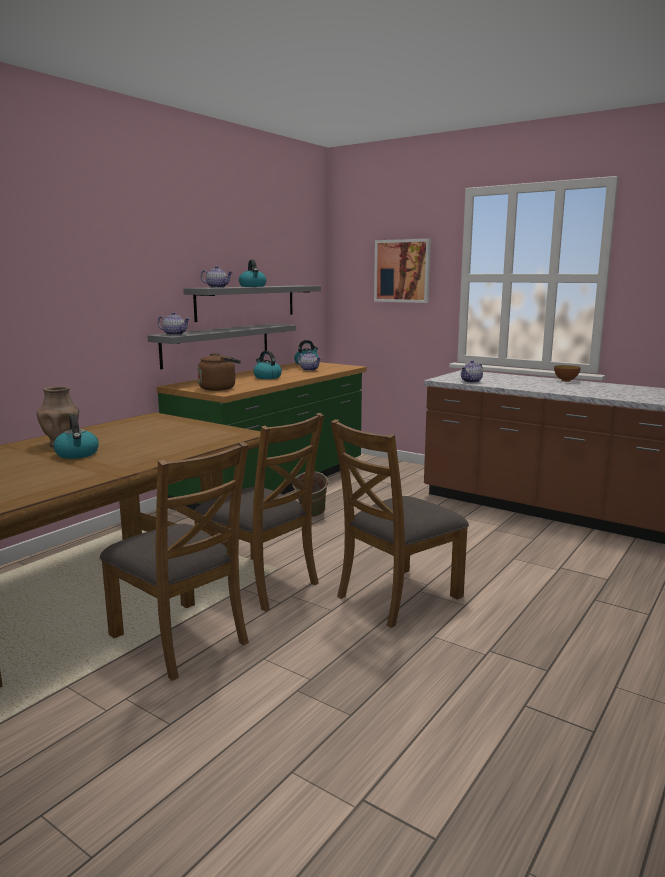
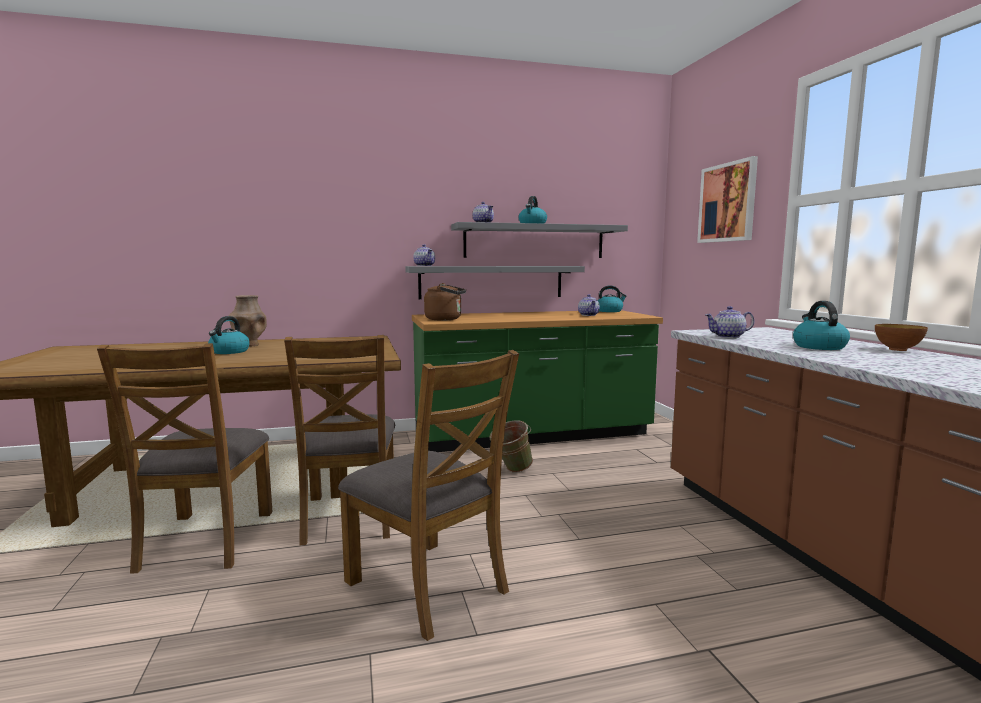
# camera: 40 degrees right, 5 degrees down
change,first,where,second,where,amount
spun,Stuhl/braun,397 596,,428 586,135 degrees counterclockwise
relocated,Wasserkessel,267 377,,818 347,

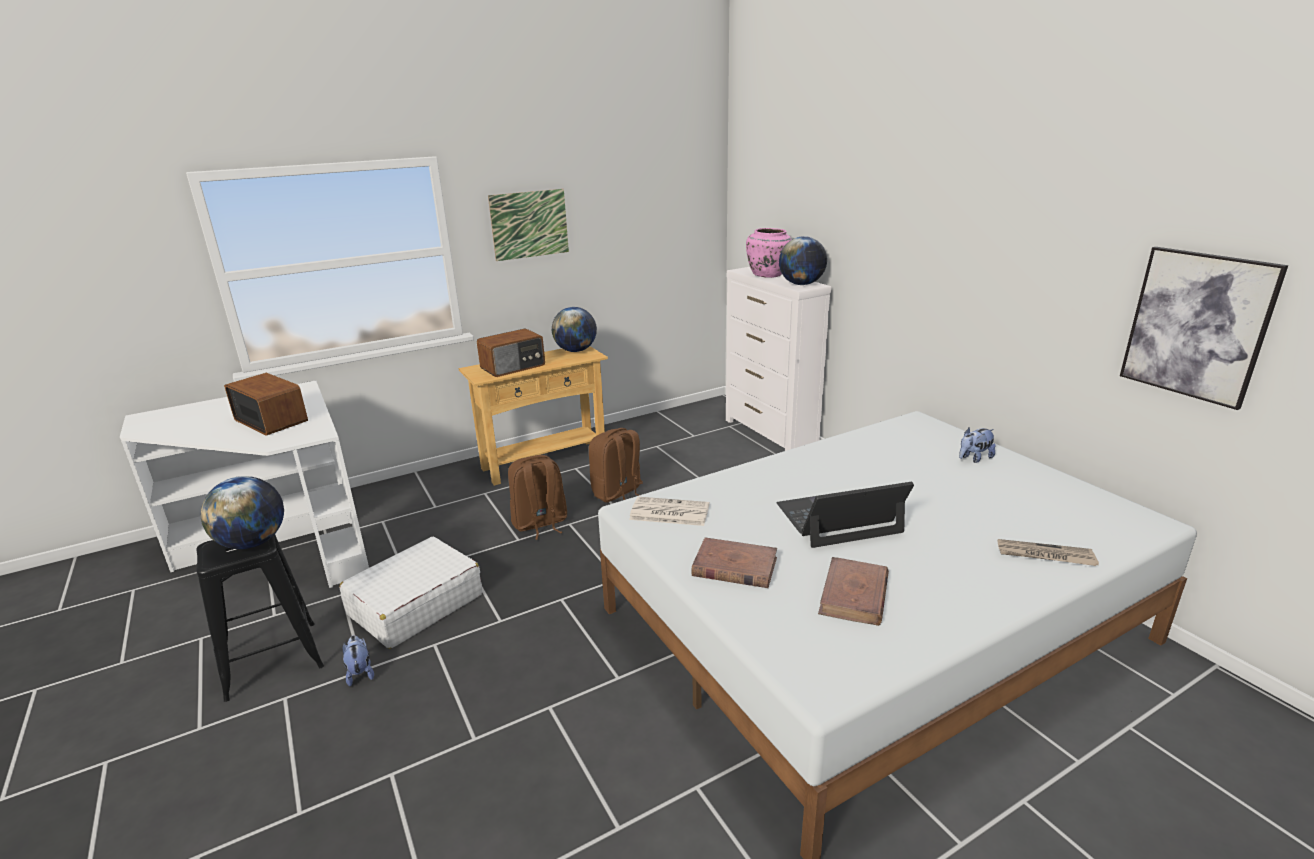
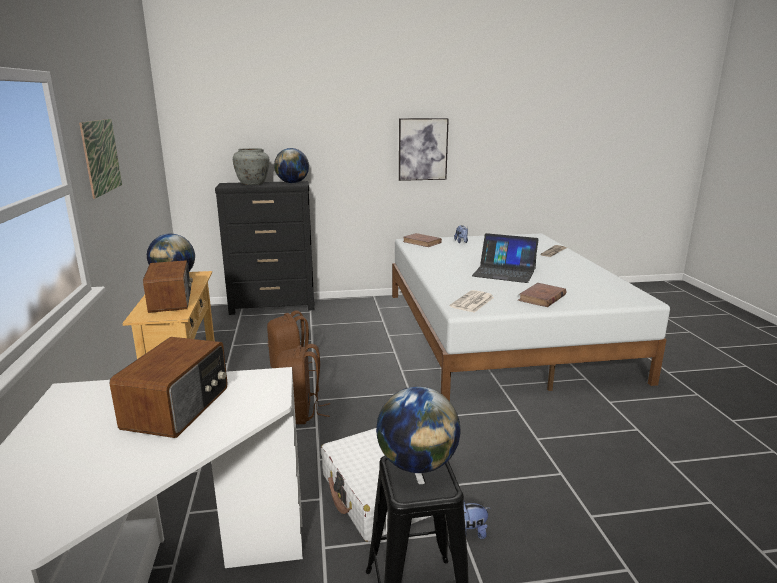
# camera: 70 degrees left, 5 degrees down
change,first,where,second,where,amount
spun,Radio,272 420,,179 408,135 degrees clockwise
colour,Kommode/weiß,770 434,Kommode/schwarz,273 307,
colour,Vase/rosa,768 275,Vase/grau,253 184,
relocated,Bild,1197 325,,422 149,
relocated,Buch/braun,854 595,,422 242,
spun,Laptop,838 518,,504 272,75 degrees counterclockwise

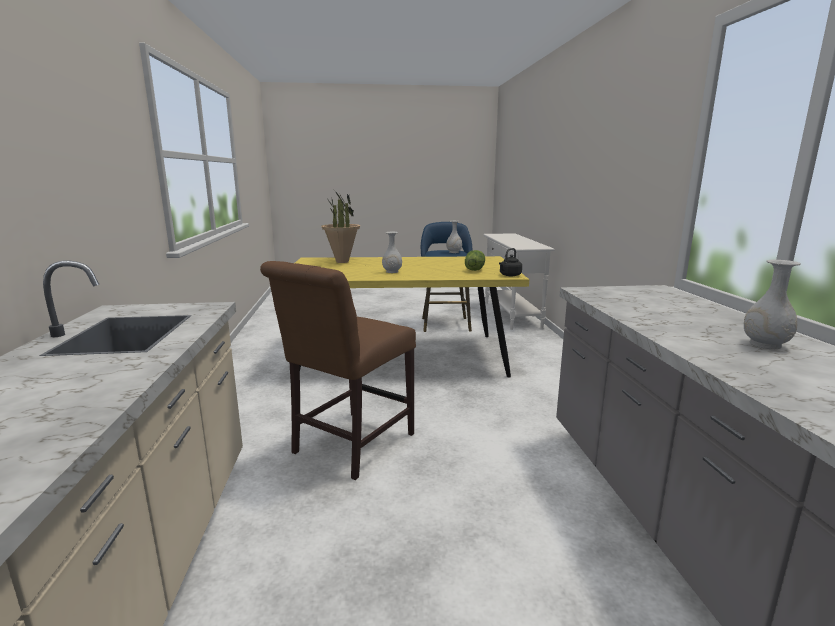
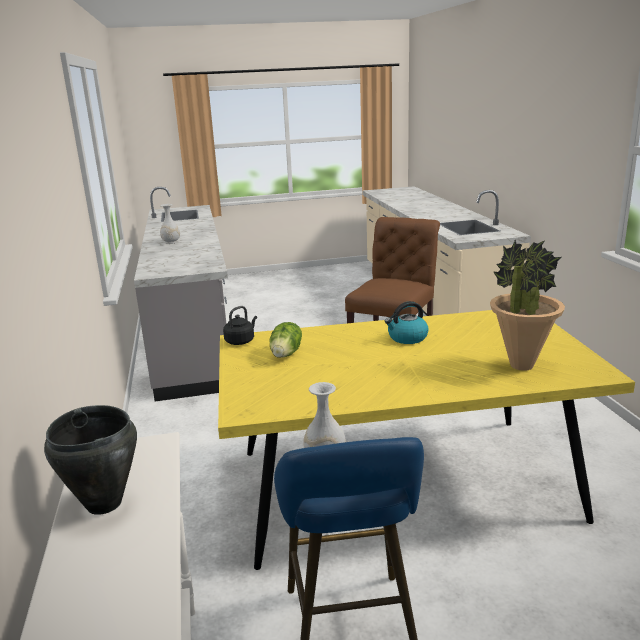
# camera: 175 degrees right, 5 degrees up
change,first,where,second,where,amount
appeared,,,Kochtopf/schwarz,103 504,
exchanged,Vase/weiß,392 271,Wasserkessel,407 338,

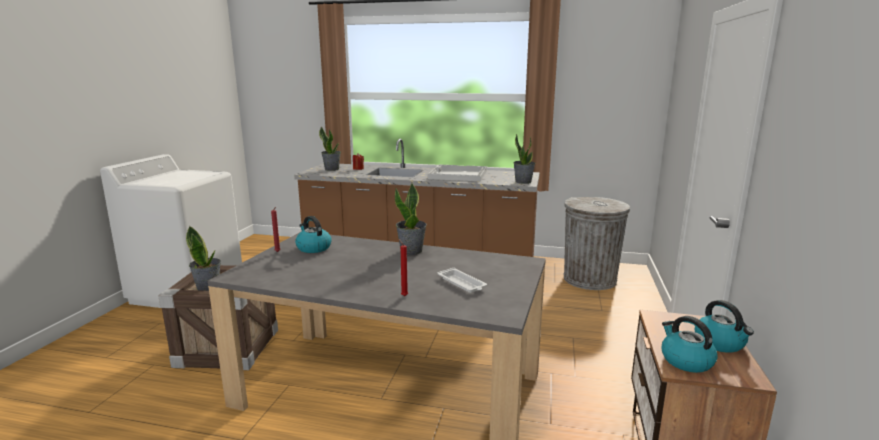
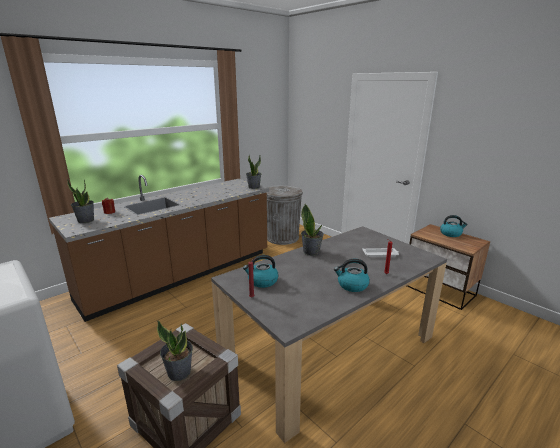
# camera: 55 degrees left, 5 degrees up
change,first,where,second,where,amount
relocated,Wasserkessel,685 361,,352 285,
missing,Tablett/weiß,457 175,,,

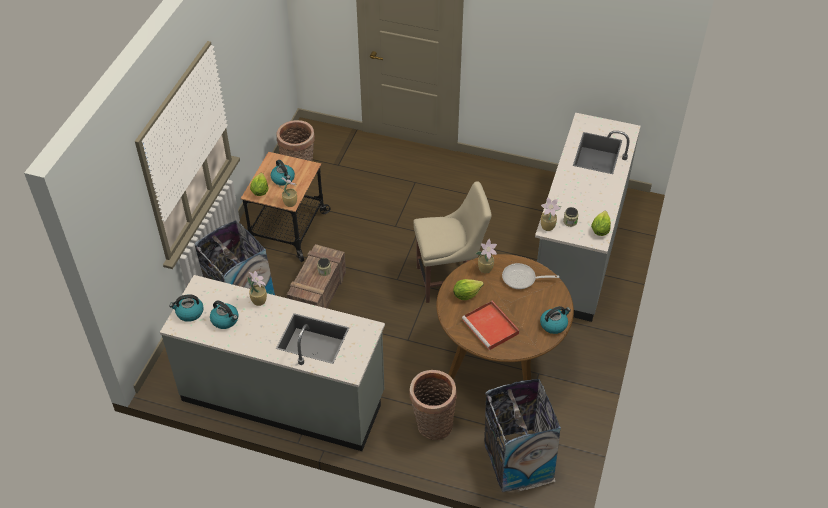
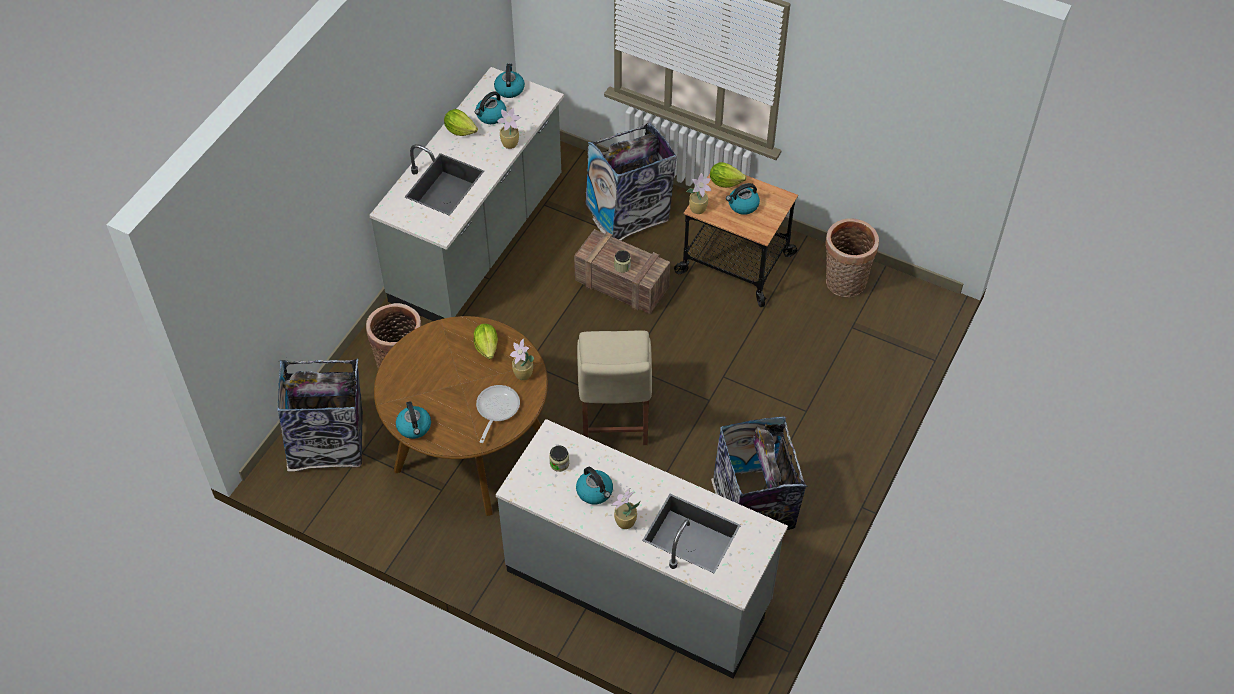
# camera: 100 degrees right, 5 degrees up
change,first,where,second,where,amount
relocated,Salatkopf,600 230,,460 130,
appeared,,,Wasserkessel,595 492,
relocated,Topfpflanze,548 227,,624 522,
appeared,,,Mülleimer,754 508,
missing,Tablett/rot,491 327,,,

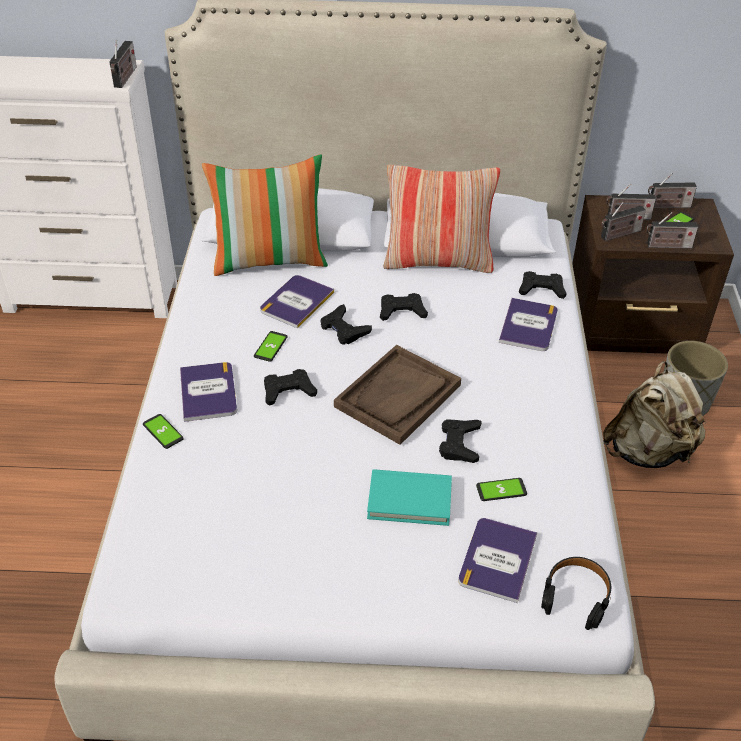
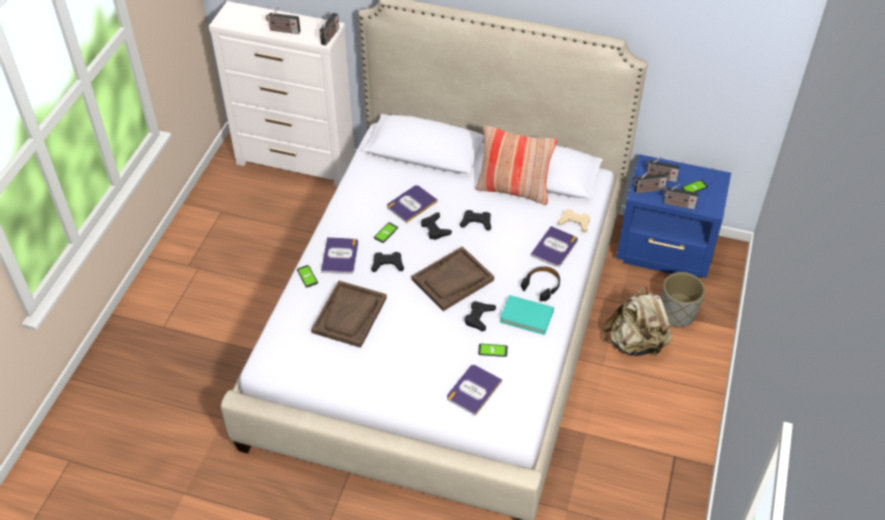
# camera: 15 degrees right, 5 degrees up
change,first,where,second,where,amount
relocated,Radio,667 206,,283 31,
appeared,,,Tablett/braun,349 315,
relocated,Buch/türkis,409 500,,526 316,
relocated,Kopfhörer/schwarz,576 595,,542 285,
colour,Gamepad/schwarz,541 289,Gamepad/beige,574 223,
colour,Nachttisch/braun,633 328,Nachttisch/blau,665 253,
missing,Kissen,270 260,,,

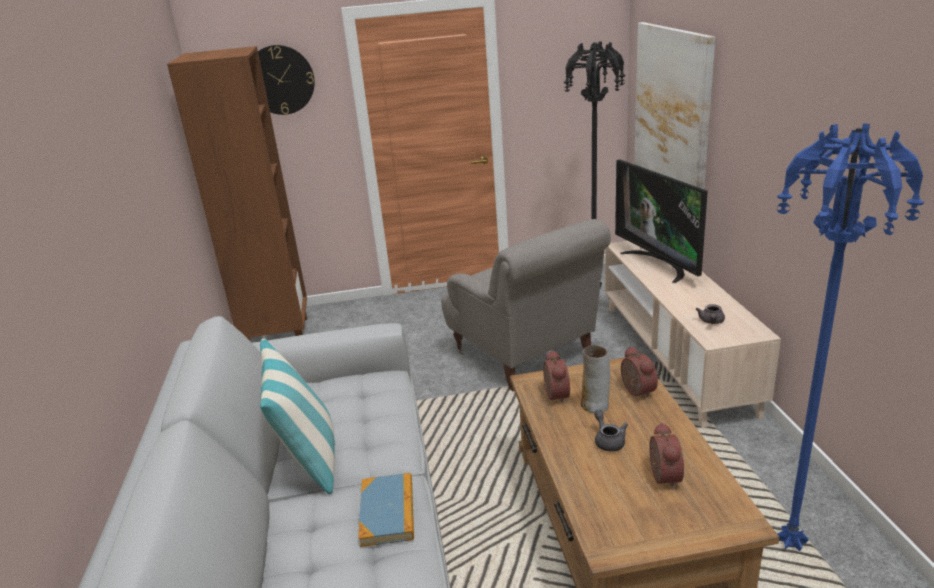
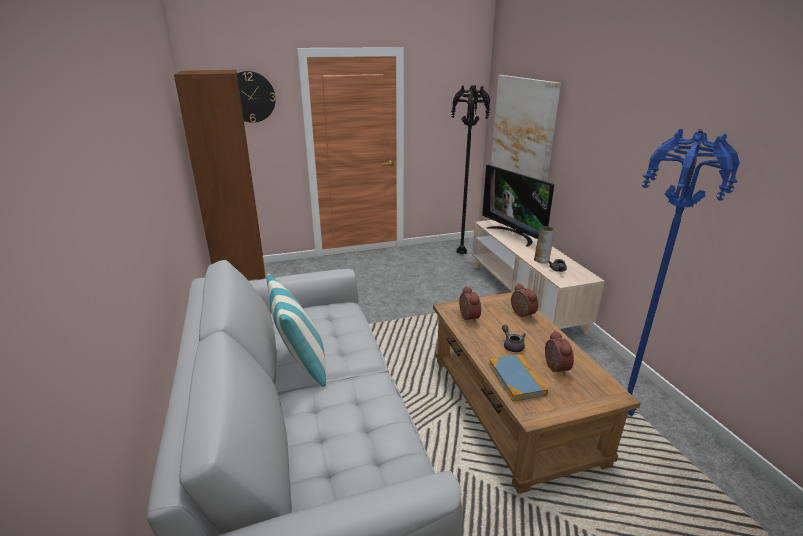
# camera: 10 degrees left, 0 degrees up
change,first,where,second,where,amount
relocated,Buch,387 512,,516 379,
relocated,Vase,595 405,,542 260,
missing,Sessel/grau,525 355,,,

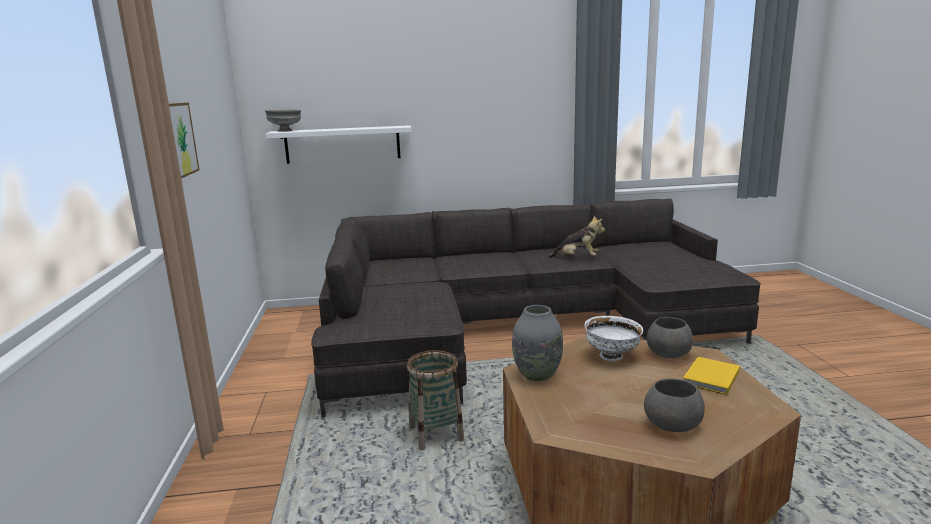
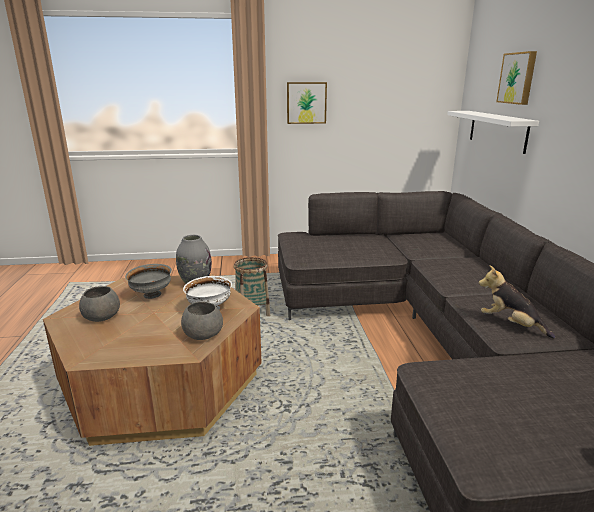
# camera: 90 degrees right, 5 degrees up
change,first,where,second,where,amount
relocated,Schüssel/grau,285 131,,152 295,
spun,Plüschtier,577 258,,510 324,120 degrees clockwise
appeared,,,Bild,518 78,
missing,Buch/gelb,709 378,,,

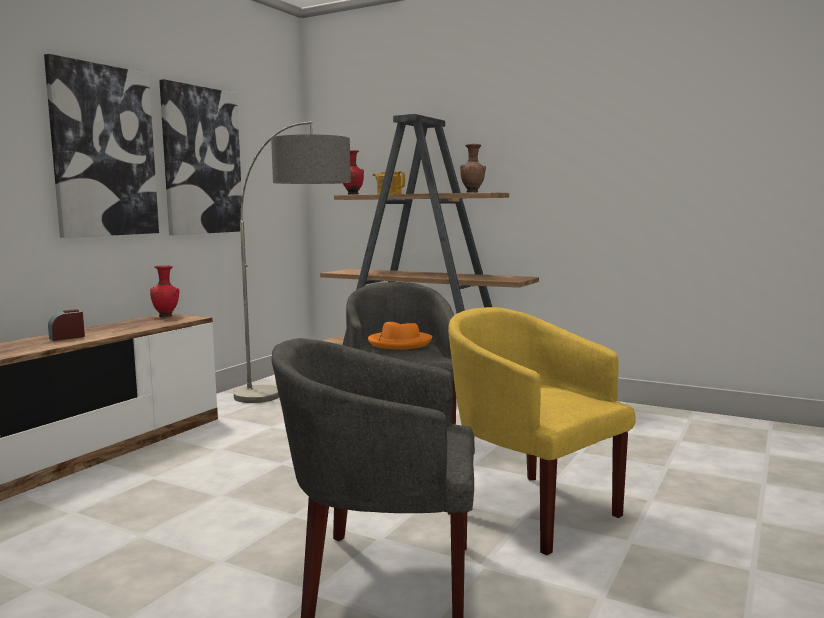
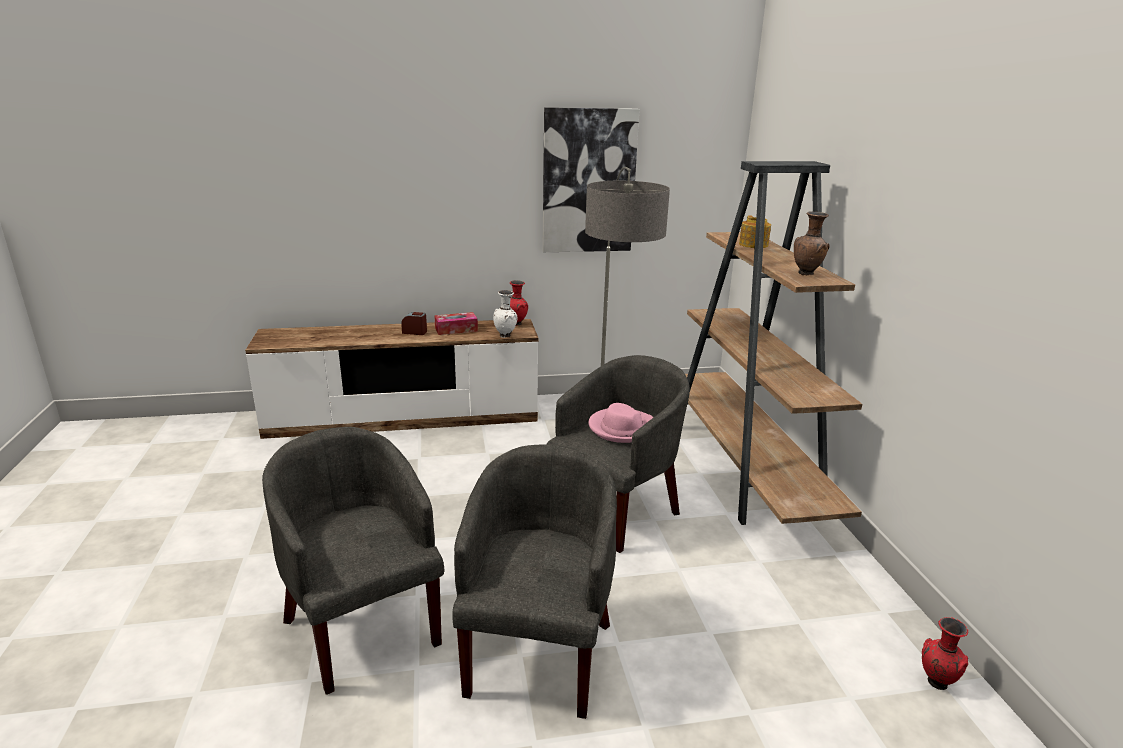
# camera: 50 degrees right, 15 degrees up
change,first,where,second,where,amount
appeared,,,Taschentuchbox,456 329,
colour,Sessel/gelb,529 510,Sessel/grau,538 652,
appeared,,,Vase/weiß,506 336,
colour,Hut/orange,399 343,Hut/rosa,621 428,
relocated,Vase/rot,352 194,,935 683,
missing,Bild,103 151,,,

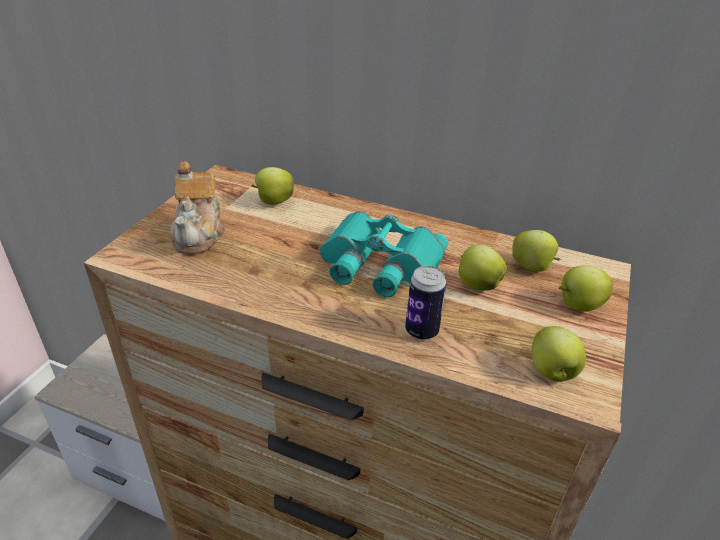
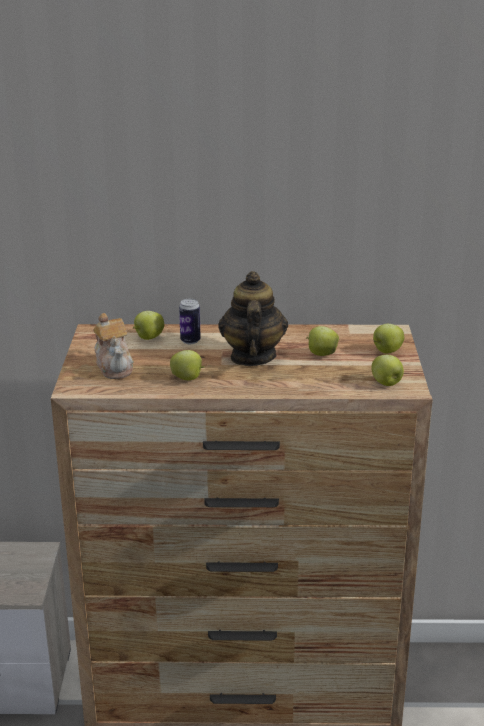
# camera: 20 degrees left, 10 degrees down
change,first,where,second,where,amount
relocated,Apfel,532 267,,188 378,
relocated,Dose,421 331,,190 341,
exchanged,Fernglas/türkis,378 264,Teekanne,252 357,

